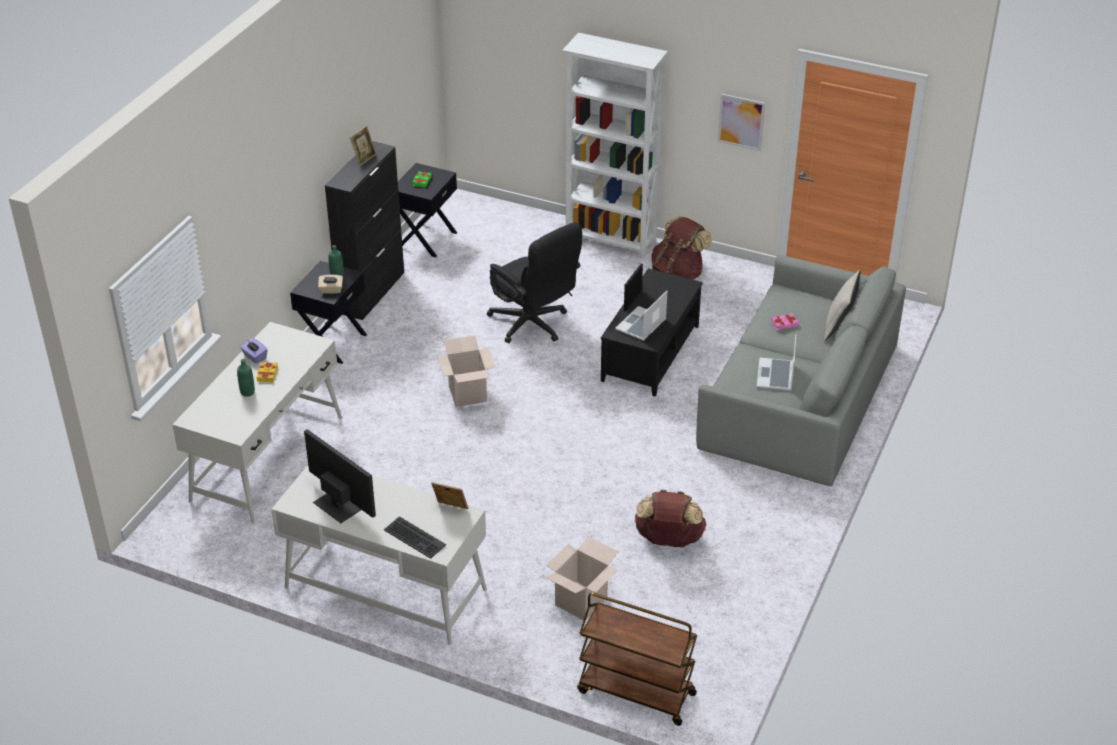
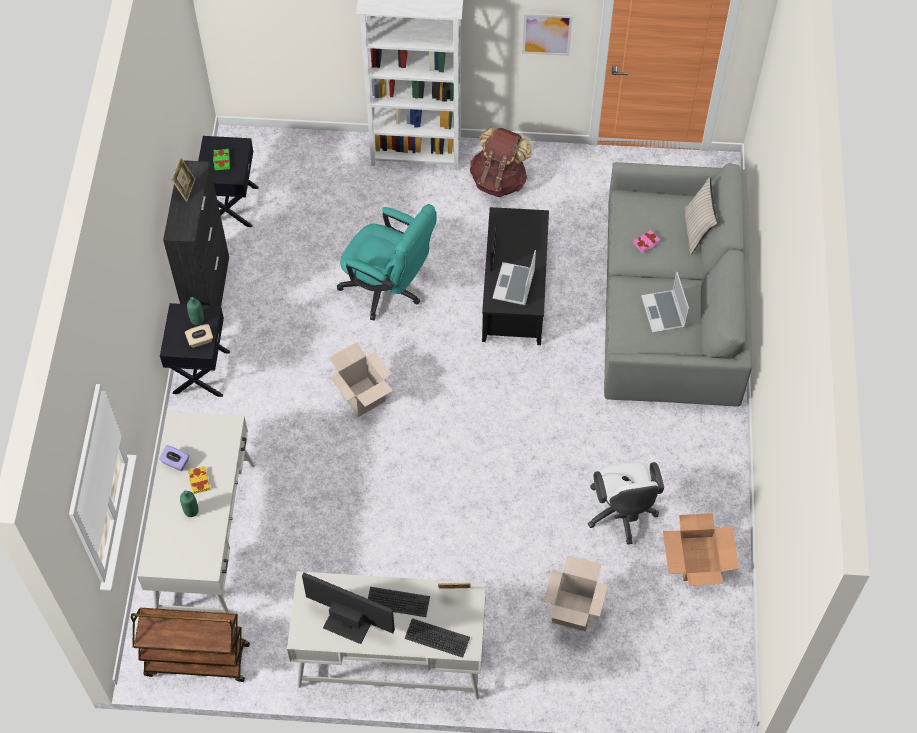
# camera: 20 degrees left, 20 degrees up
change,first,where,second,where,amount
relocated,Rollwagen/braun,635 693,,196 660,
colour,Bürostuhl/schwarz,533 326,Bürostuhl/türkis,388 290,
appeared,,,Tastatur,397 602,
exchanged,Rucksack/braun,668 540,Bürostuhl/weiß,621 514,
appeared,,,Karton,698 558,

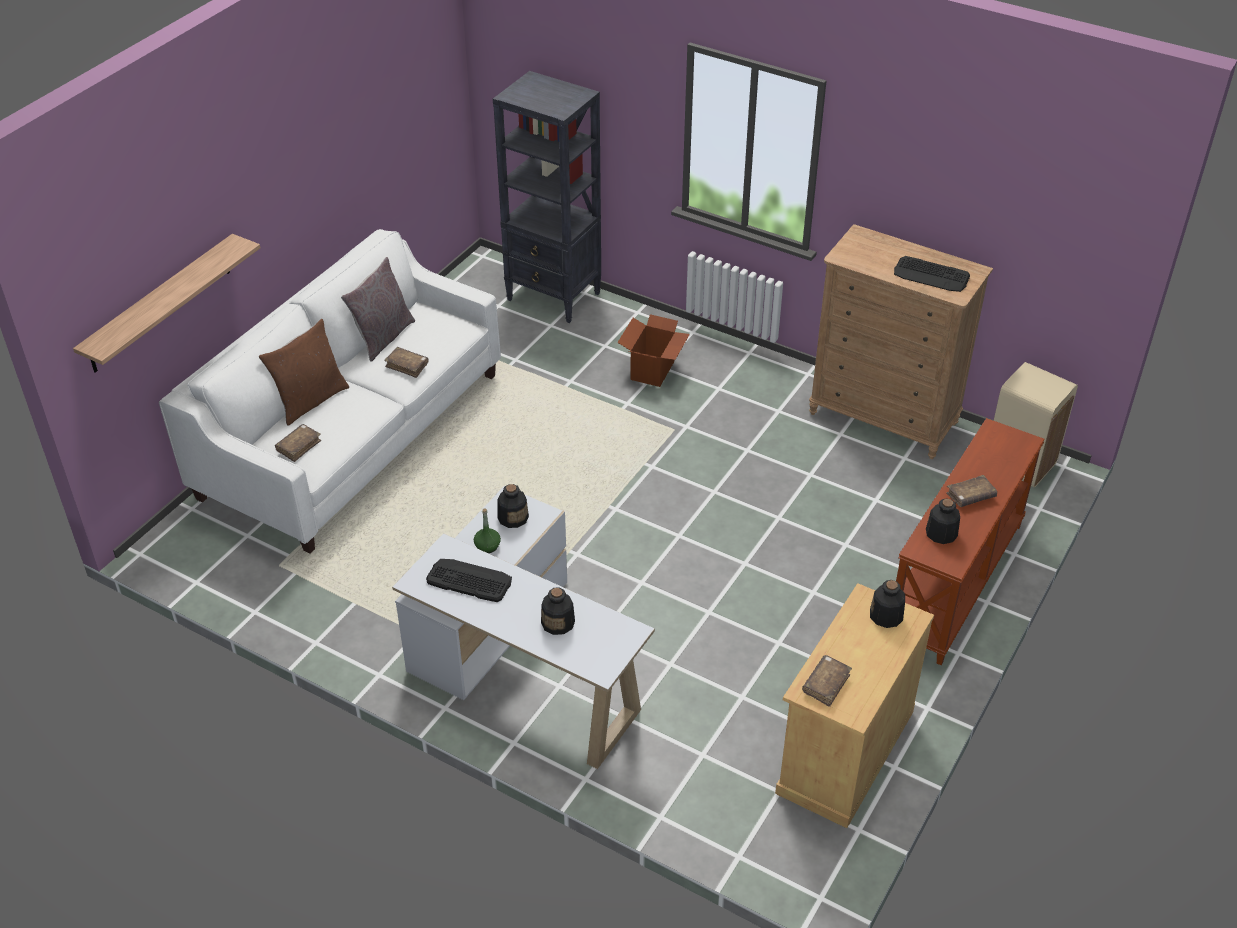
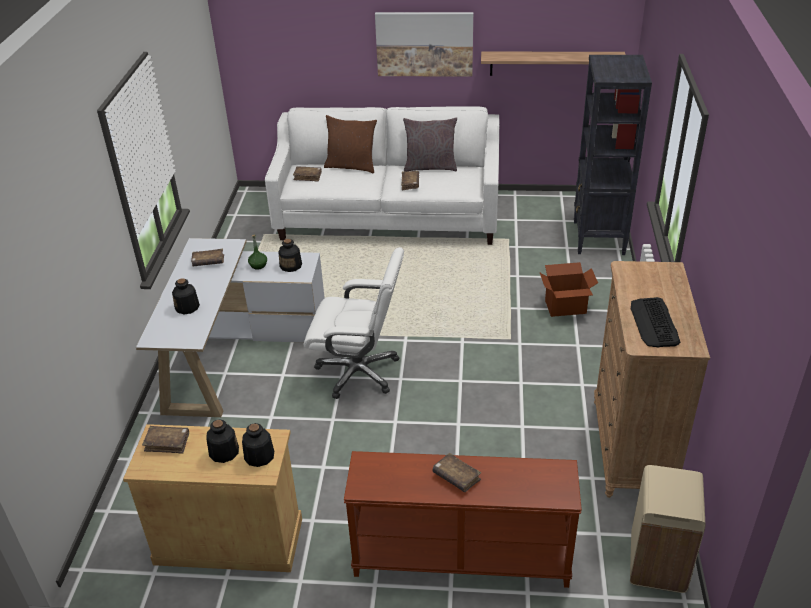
# camera: 65 degrees right, 5 degrees down
change,first,where,second,where,amount
exchanged,Tastatur,469 580,Buch/braun,208 262,
relocated,Flasche,941 533,,223 452,
appeared,,,Bürostuhl/weiß,359 372,
appeared,,,Bild,424 43,
relocated,Wandregal,160 304,,551 63,

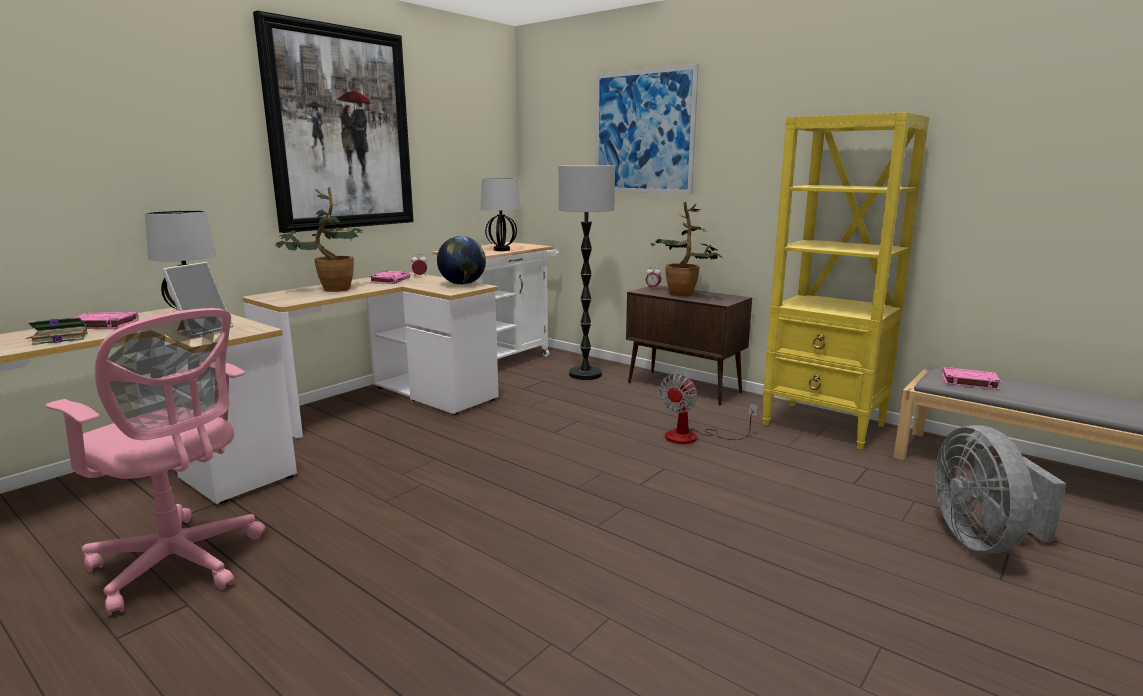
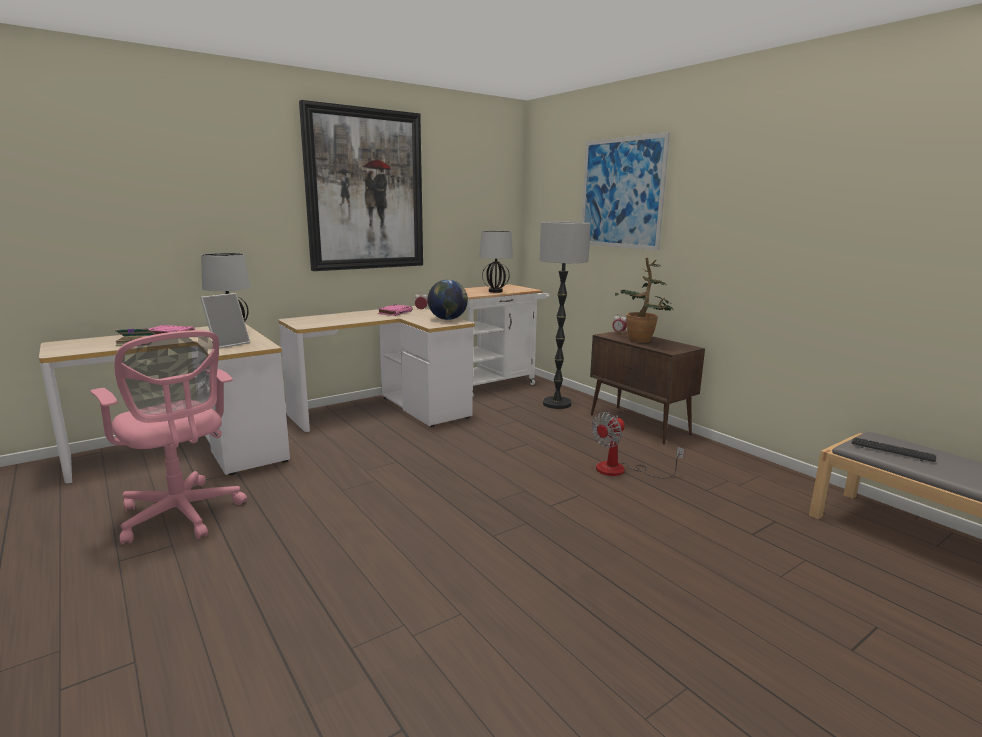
# camera: 15 degrees right, 0 degrees up
change,first,where,second,where,amount
exchanged,Buch/rosa,968 382,Tastatur,892 451,
missing,Topfpflanze,329 289,,,
missing,Bücherregal/gelb,824 425,,,
missing,Ventilator/grau,983 540,,,

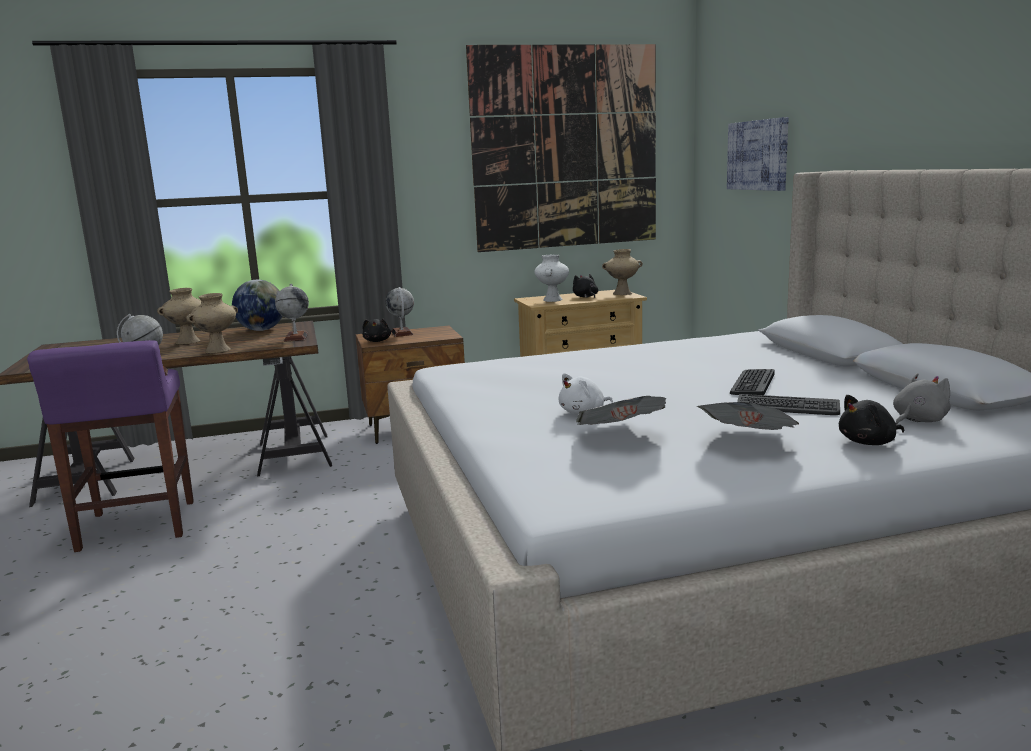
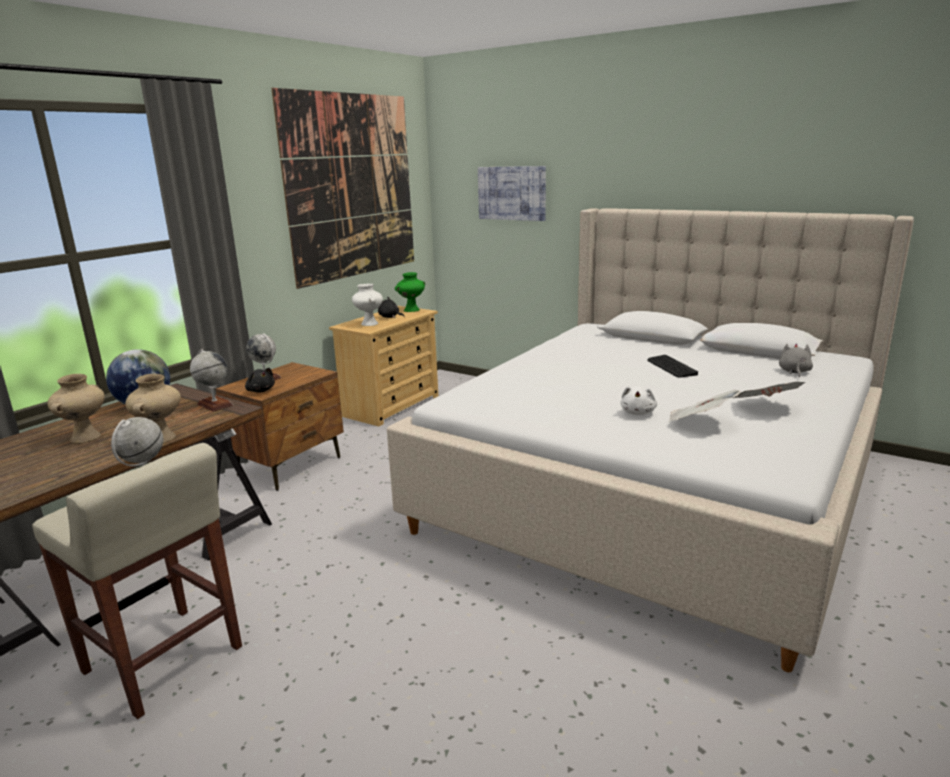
# camera: 40 degrees left, 5 degrees up
change,first,where,second,where,amount
colour,Hocker/lila,137 527,Hocker/beige,164 661,
colour,Vase/beige,622 294,Vase/grün,411 310,
missing,Tastatur,787 407,,,
missing,Plüschtier/schwarz,869 442,,,

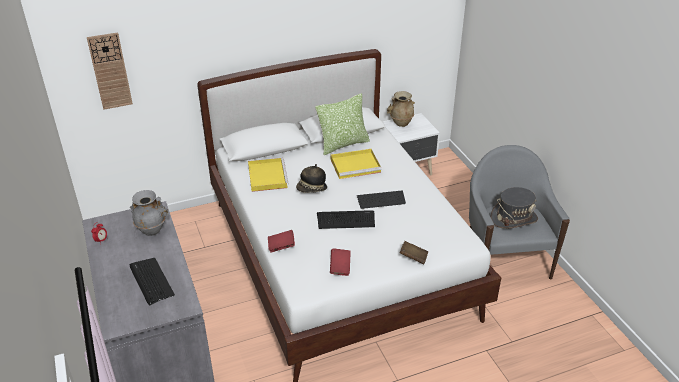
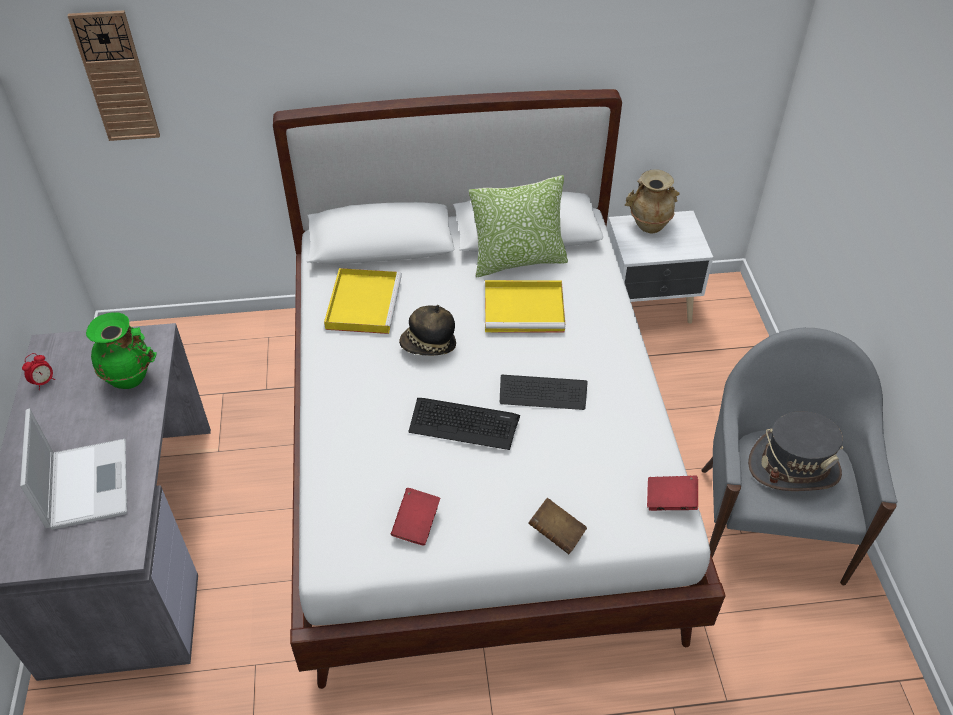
# camera: 15 degrees right, 10 degrees up
change,first,where,second,where,amount
exchanged,Tastatur,151 281,Laptop,87 482,
colour,Vase/grau,151 229,Vase/grün,130 377,
relocated,Buch/rot,281 246,,670 500,

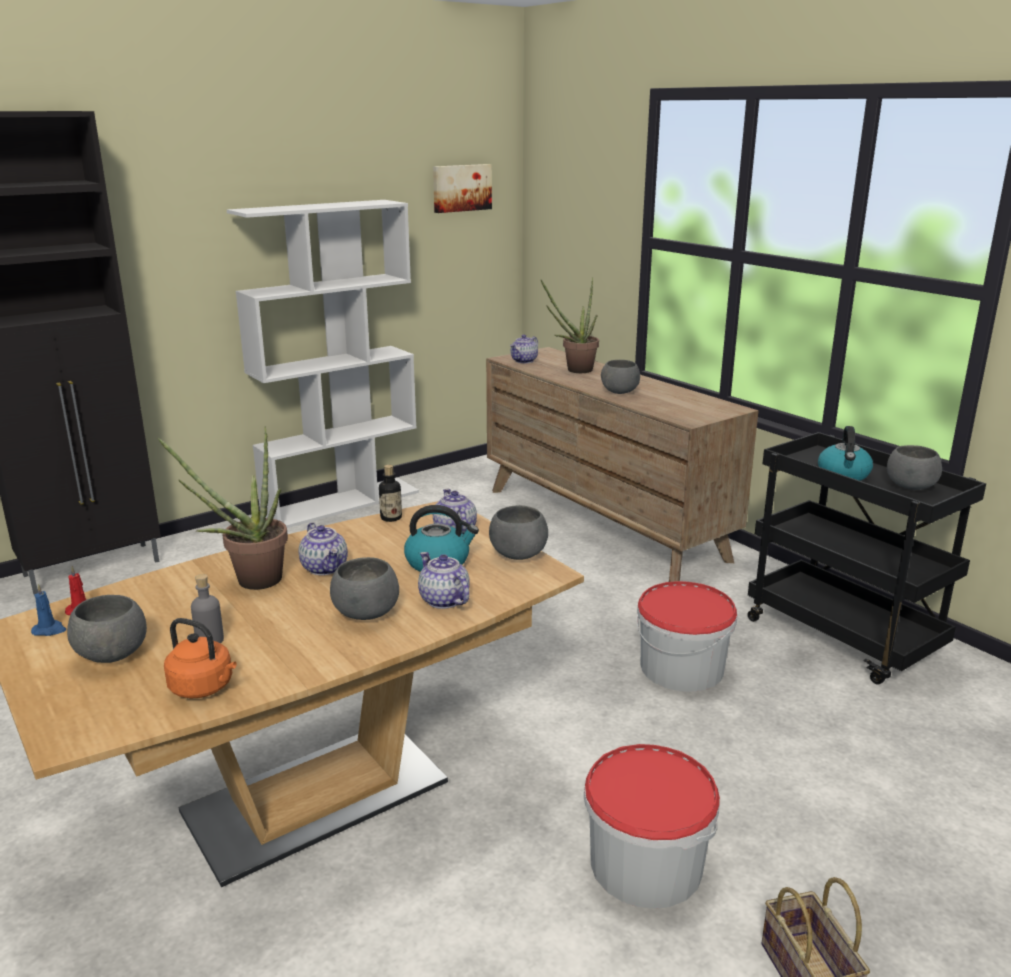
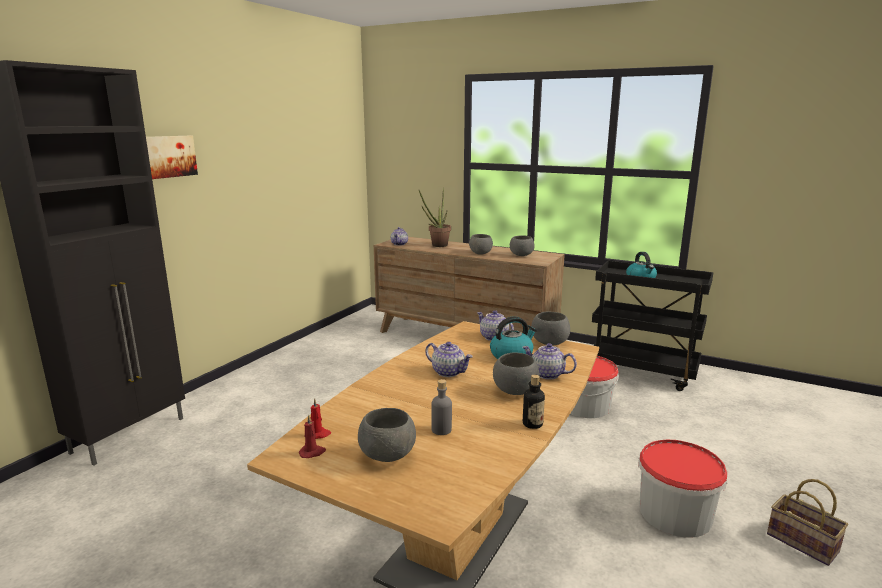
# camera: 25 degrees left, 5 degrees down
change,first,where,second,where,amount
relocated,Bild,461 188,,166 156,
colour,Kerze/blau,49 630,Kerze/rot,312 452,
relocated,Schüssel/grau,910 487,,521 255,
relocated,Flasche,391 518,,532 424,
missing,Topfpflanze,249 581,,,
missing,Wasserkessel/orange,204 688,,,
missing,Bücherregal/weiß,342 503,,,

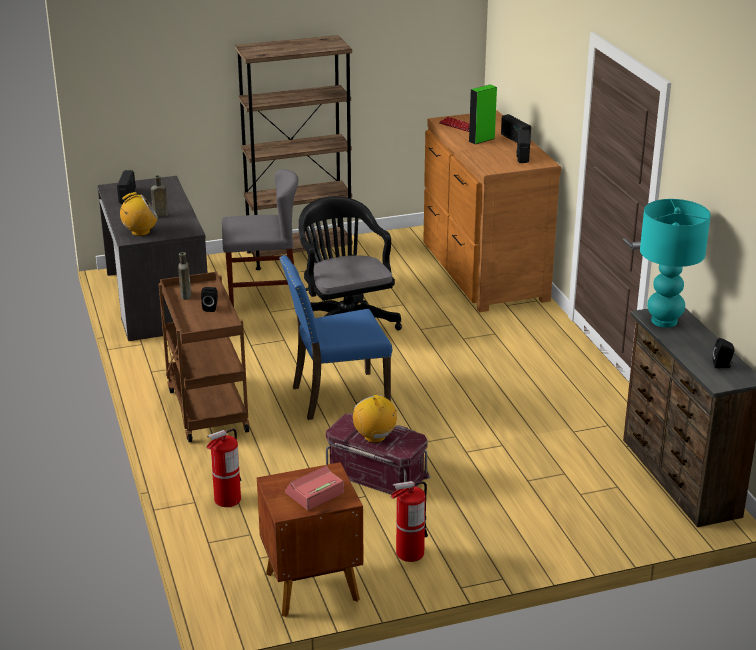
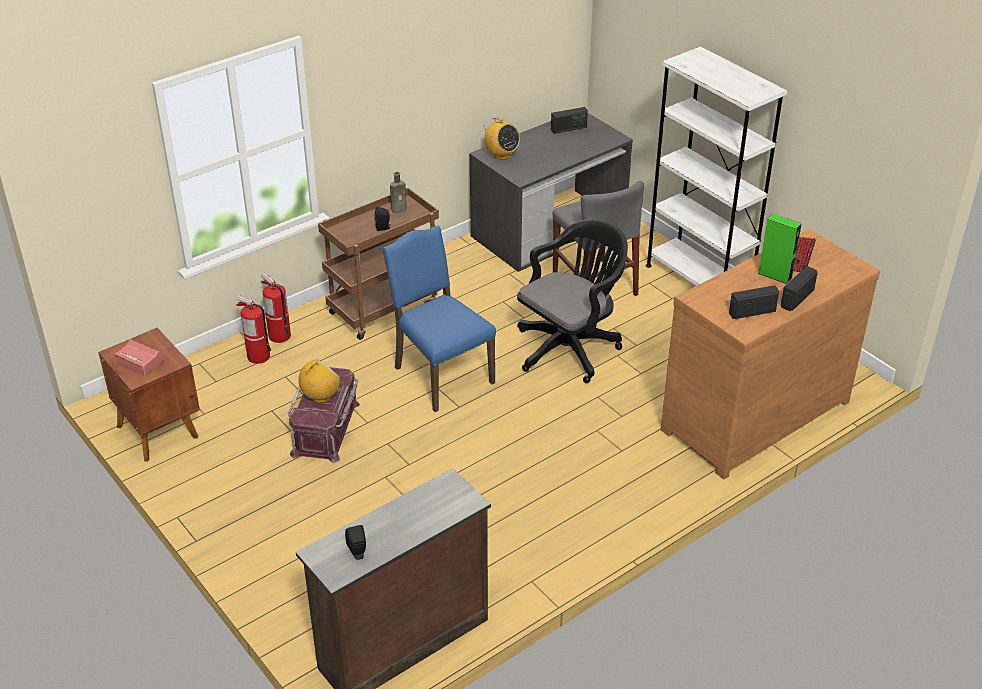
# camera: 70 degrees right, 10 degrees up
change,first,where,second,where,amount
relocated,Feuerlöscher,409 553,,279 336,
colour,Bücherregal/braun,299 254,Bücherregal/weiß,698 281,
missing,Flasche/braun,159 215,,,
missing,Tischlampe/türkis,664 321,,,

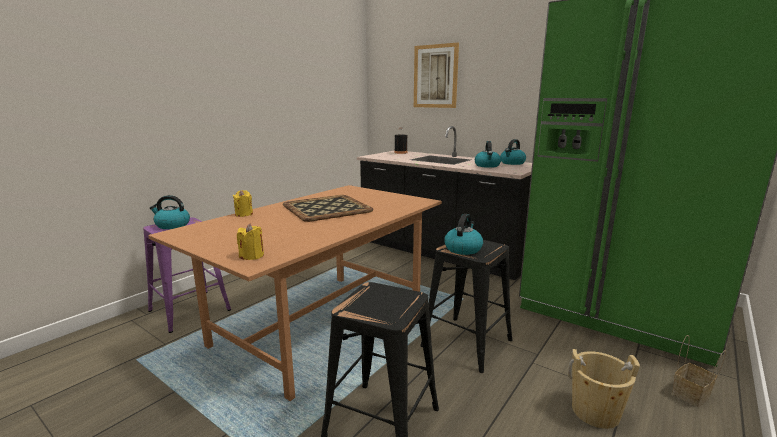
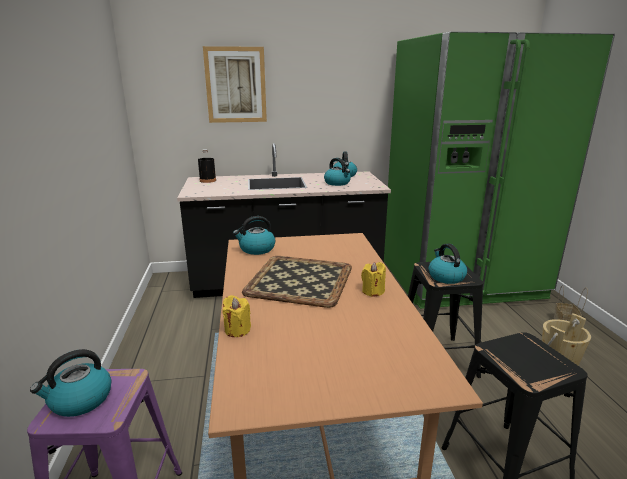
# camera: 45 degrees left, 5 degrees up
change,first,where,second,where,amount
appeared,,,Wasserkessel,256 249,
relocated,Kerze/gelb,252 256,,373 291,

